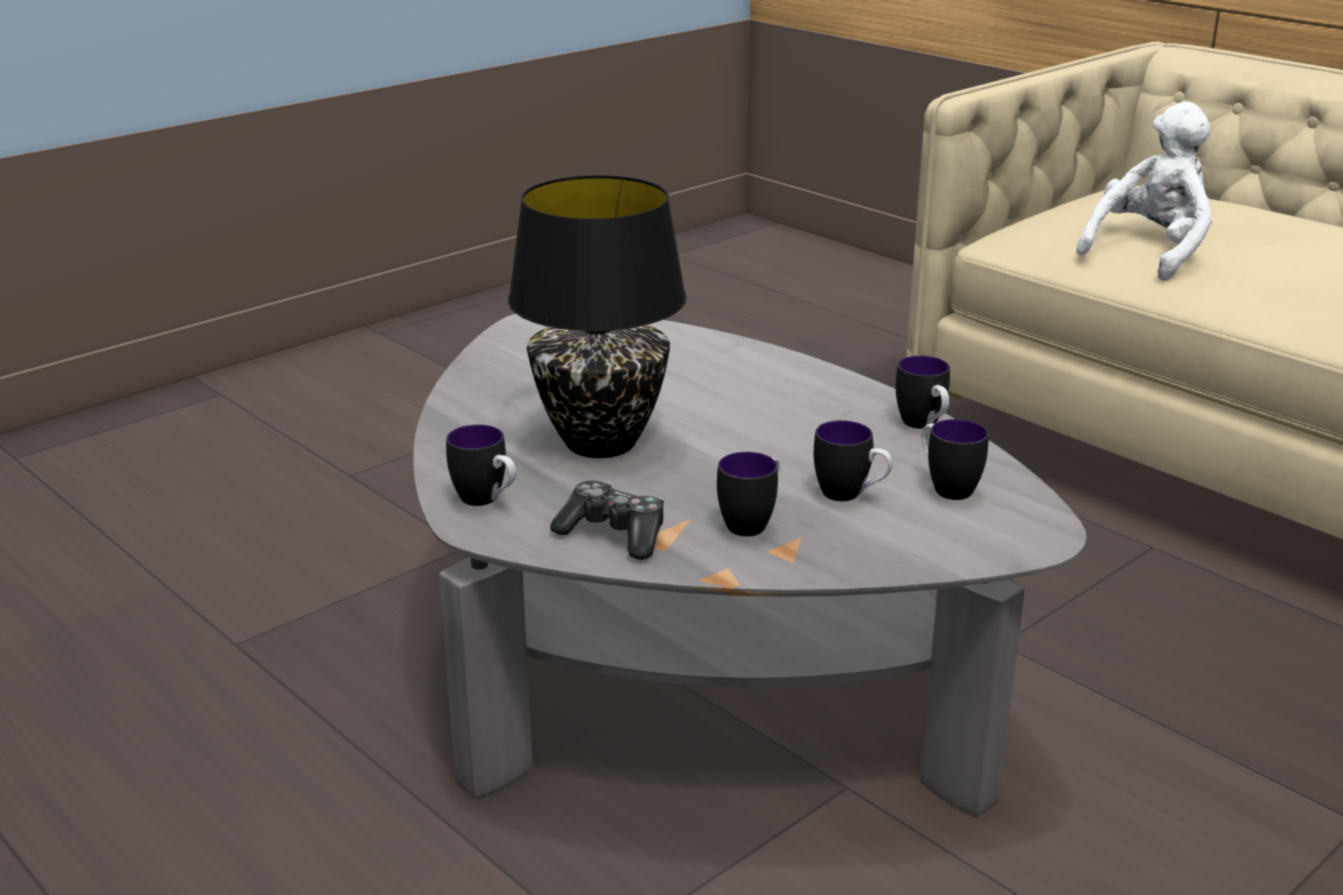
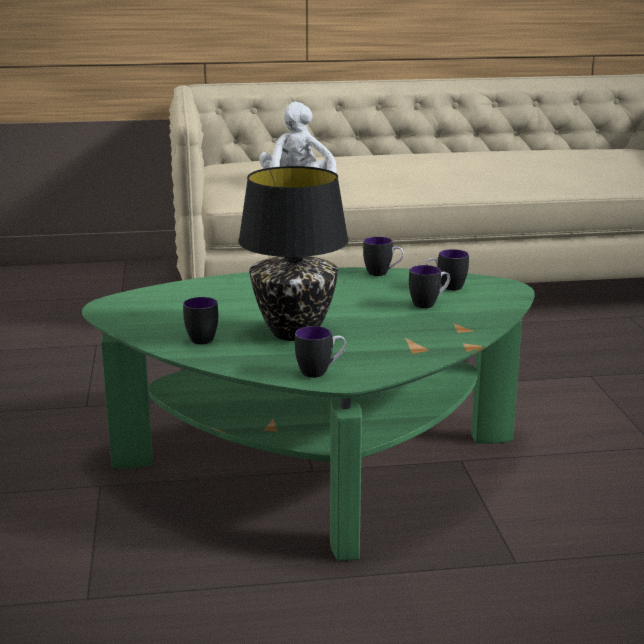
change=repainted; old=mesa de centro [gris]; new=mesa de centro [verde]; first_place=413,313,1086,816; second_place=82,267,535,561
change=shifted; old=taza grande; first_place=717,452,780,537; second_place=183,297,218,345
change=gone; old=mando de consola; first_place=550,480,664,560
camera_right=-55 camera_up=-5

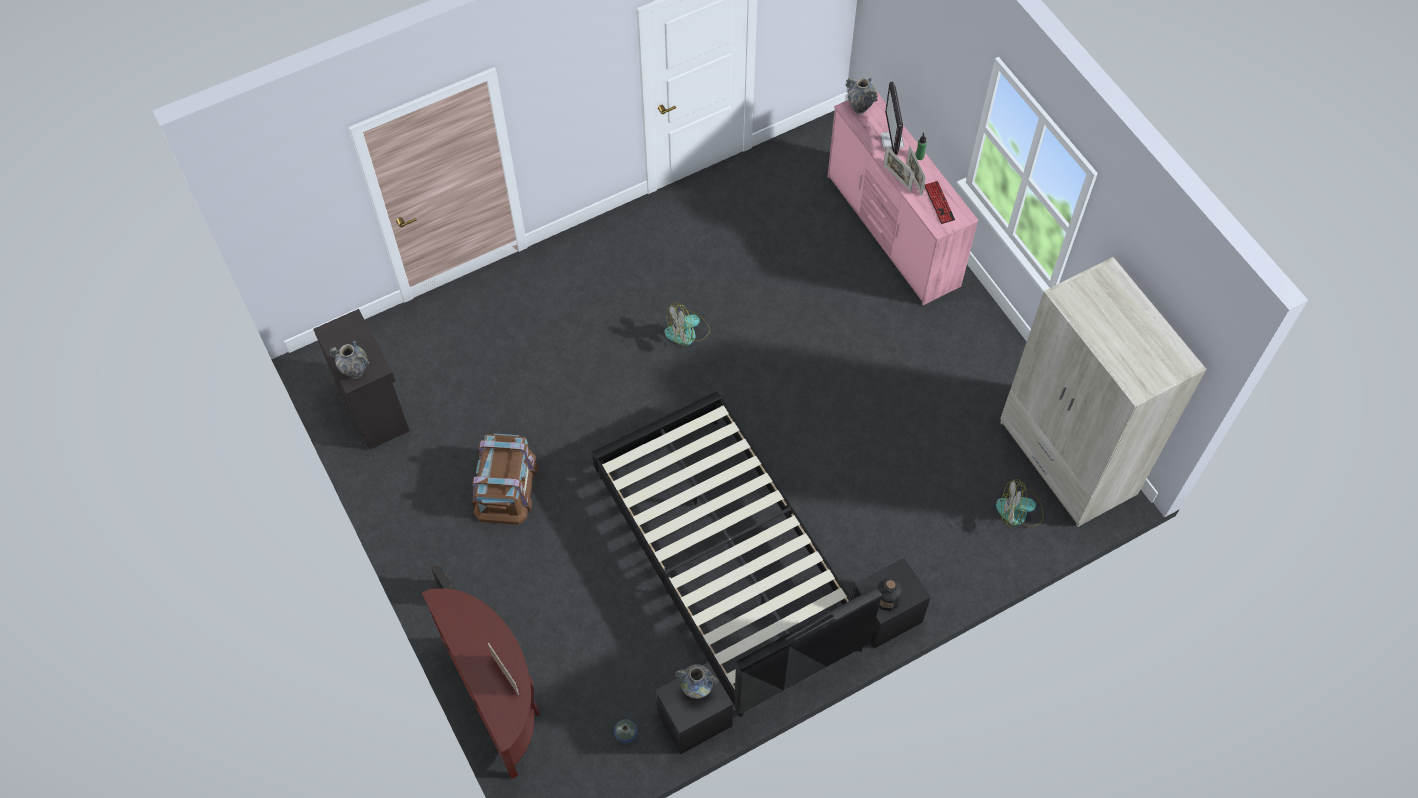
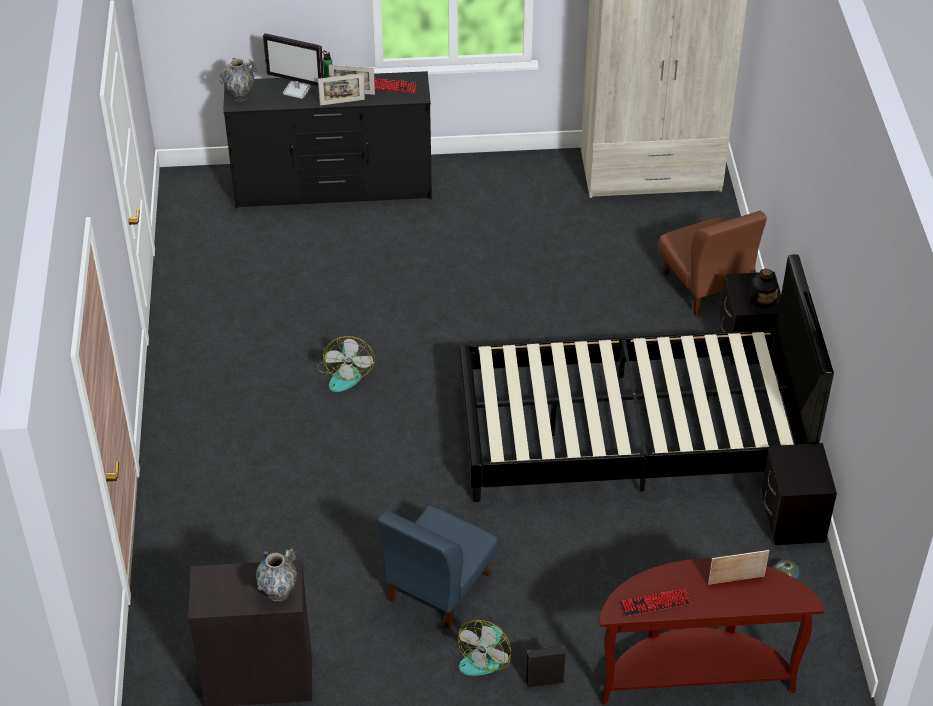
change=repainted; old=cómoda [rosa]; new=cómoda [negro]; first_place=828,91,978,305; second_place=223,71,432,208
change=swapped; old=caja de almacenaje [marrón]; new=silla [azul]; first_place=472,434,538,525; second_place=378,505,499,628
change=shifted; old=ventilador; first_place=996,479,1044,527; second_place=458,620,511,676
change=new; new=teclado; second_place=619,588,692,616
change=new; new=silla [marrón]; second_place=658,211,767,316
change=gone; old=florero; first_place=675,664,719,699
camera_right=-65 camera_up=-15

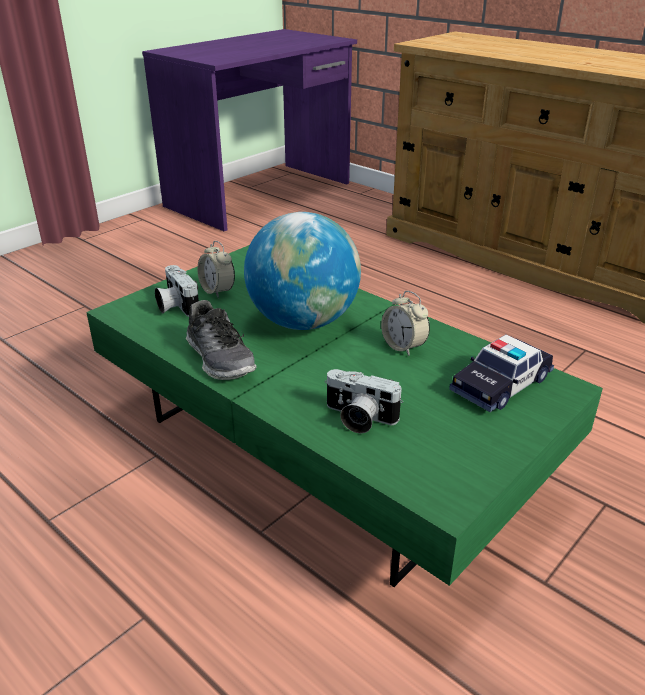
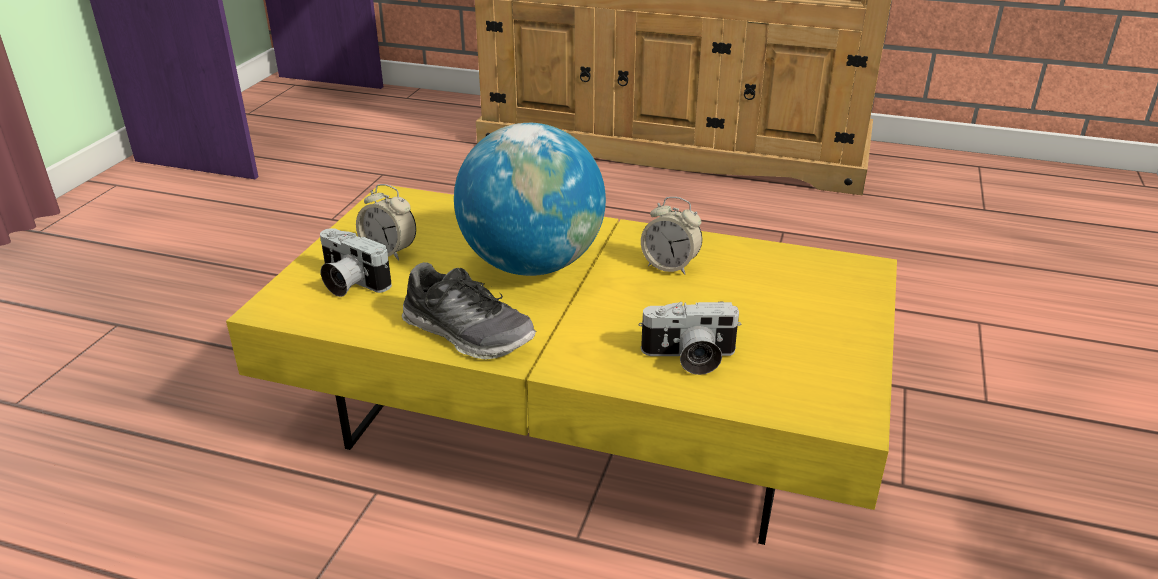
change=repainted; old=mesa de centro [verde]; new=mesa de centro [amarillo]; first_place=86,245,603,587; second_place=226,185,897,545
change=gone; old=coche de juguete; first_place=449,334,554,412
camera_right=-25 camera_up=0

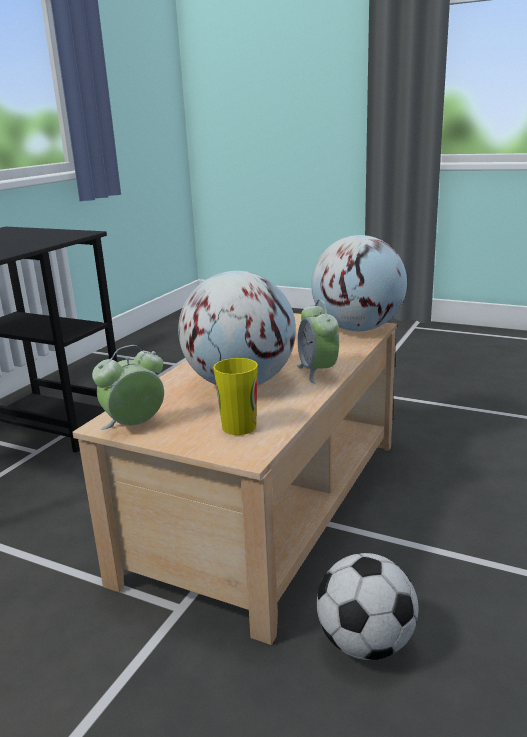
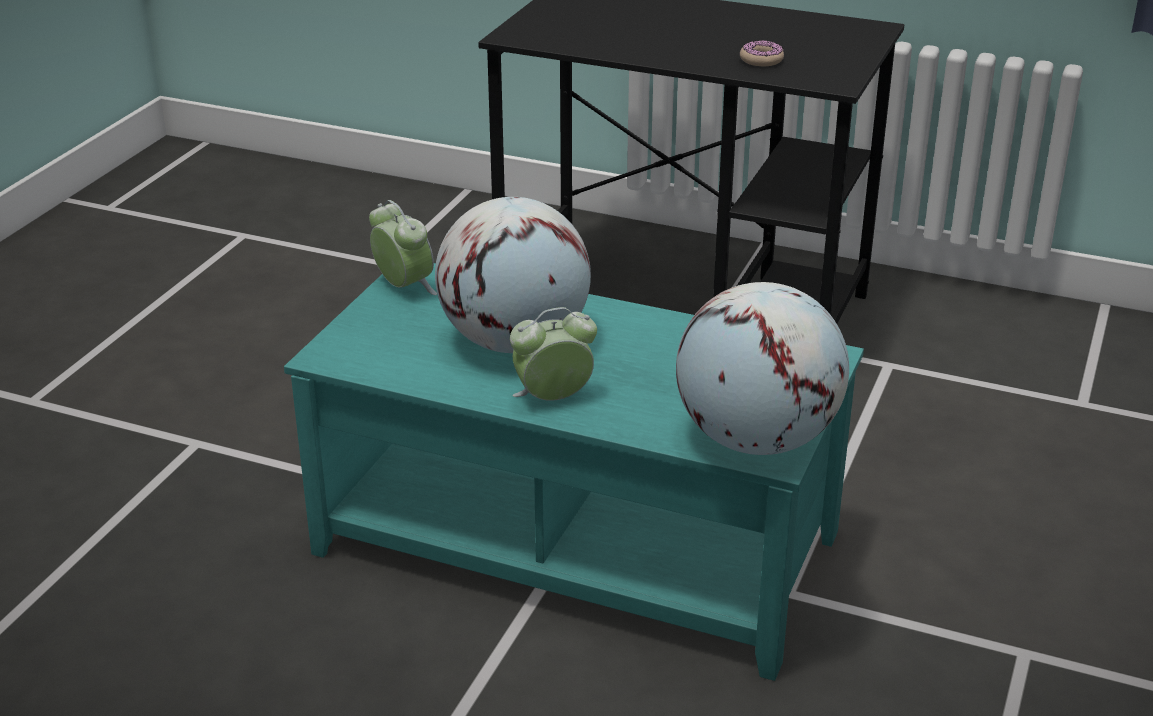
change=repainted; old=mesa de centro [beis]; new=mesa de centro [turquesa]; first_place=72,313,397,645; second_place=284,263,864,681
change=new; new=rosquilla; second_place=740,40,784,66
change=gone; old=taza; first_place=213,358,258,435
change=gone; old=balón de fútbol; first_place=317,553,418,660
camera_right=85 camera_up=10

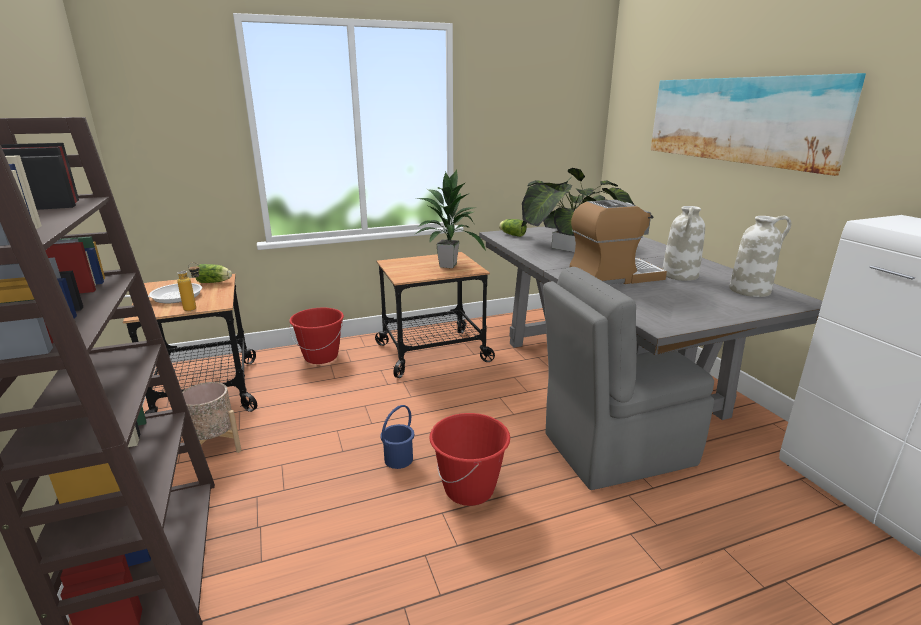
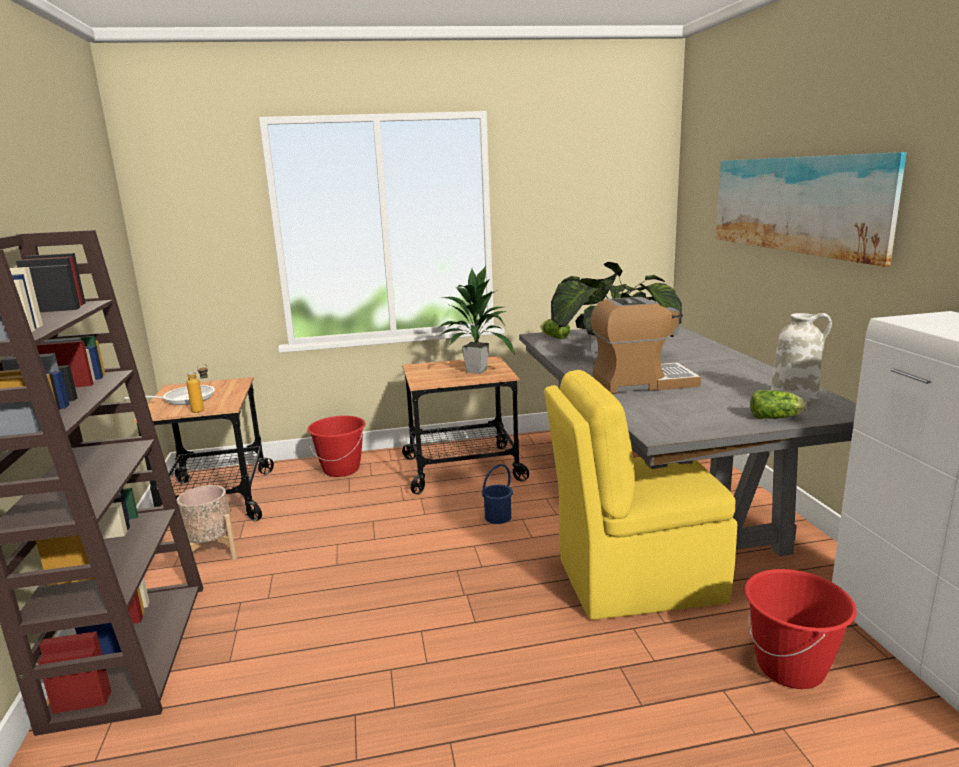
change=shifted; old=cubo [azul]; first_place=380,405,414,469; second_place=482,464,513,524
change=repainted; old=silla [gris]; new=silla [amarillo]; first_place=543,267,714,490; second_place=544,370,737,620
change=shifted; old=cubo [rojo]; first_place=429,413,510,506; second_place=745,569,857,689
change=shifted; old=lechuga; first_place=195,264,232,283; second_place=750,390,807,419
change=gone; old=florero [blanco]; first_place=662,206,705,281
camera_right=10 camera_up=-5

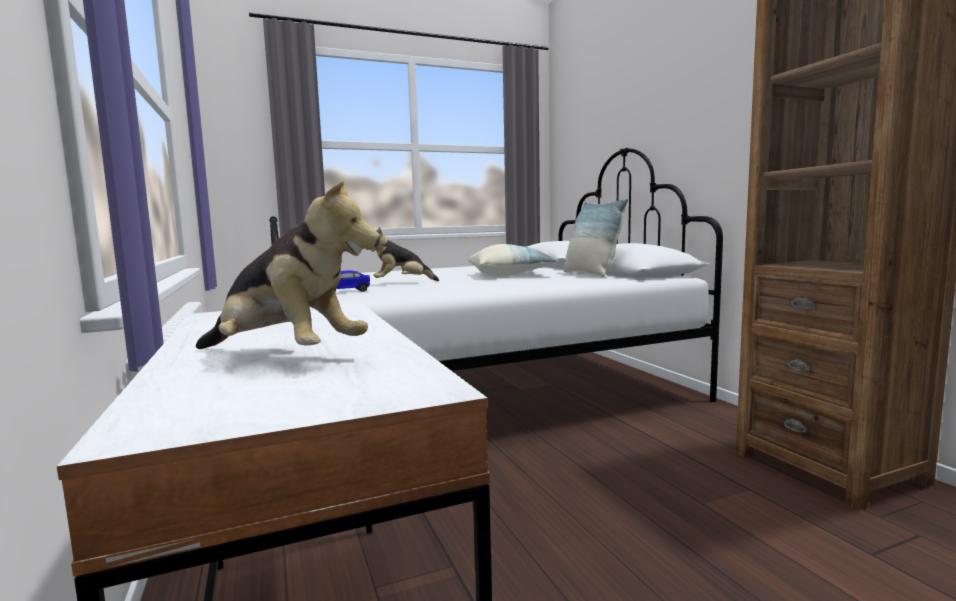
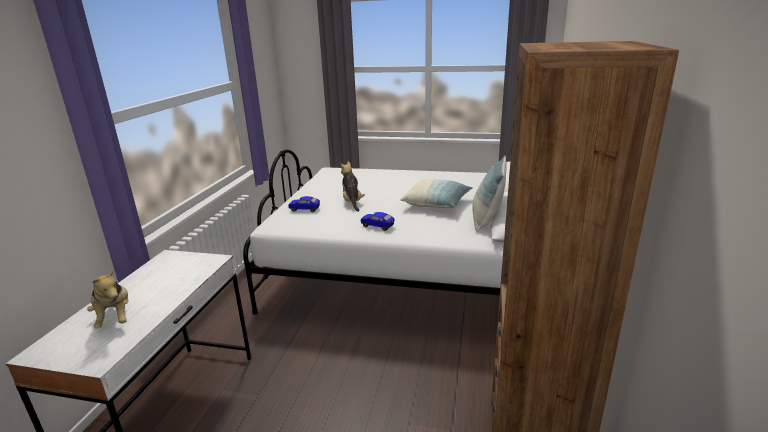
change=rotated; old=peluche; first_place=367,227,439,281; second_place=340,161,365,212; degrees=60
change=new; new=coche de juguete; second_place=361,212,394,231
camera_right=35 camera_up=15

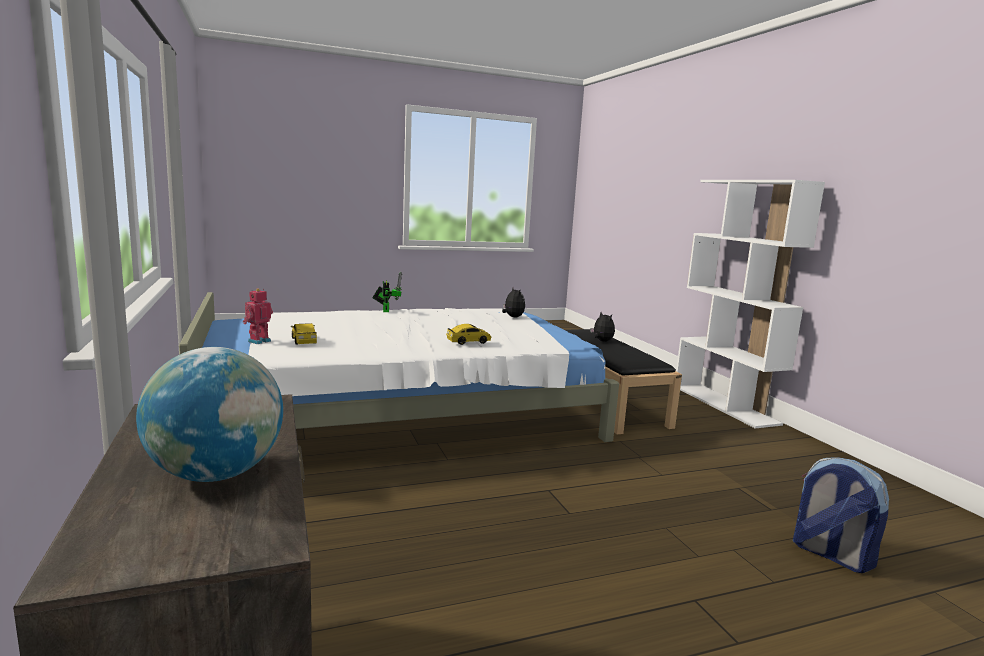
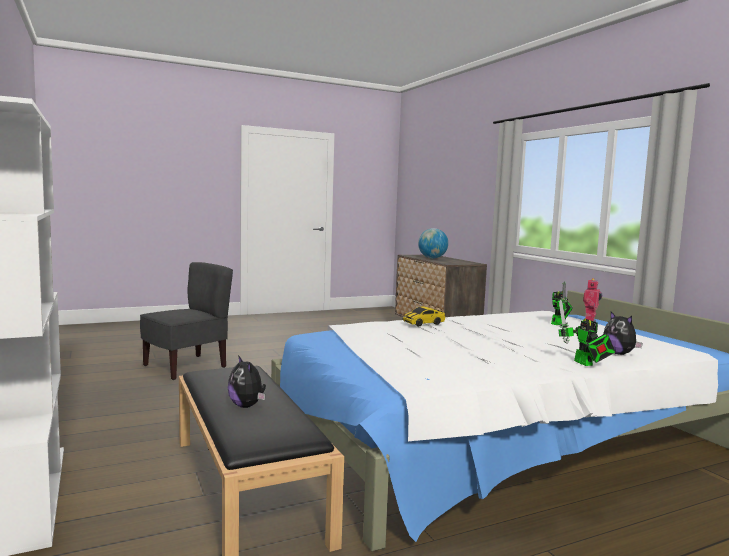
change=swapped; old=mochila; new=silla [gris]; first_place=793,457,889,573; second_place=140,262,233,380
change=swapped; old=coche de juguete; new=robot de juguete; first_place=291,323,317,345; second_place=551,281,573,325
change=shifted; old=peluche; first_place=502,287,525,317; second_place=603,312,643,355
camera_right=175 camera_up=-5

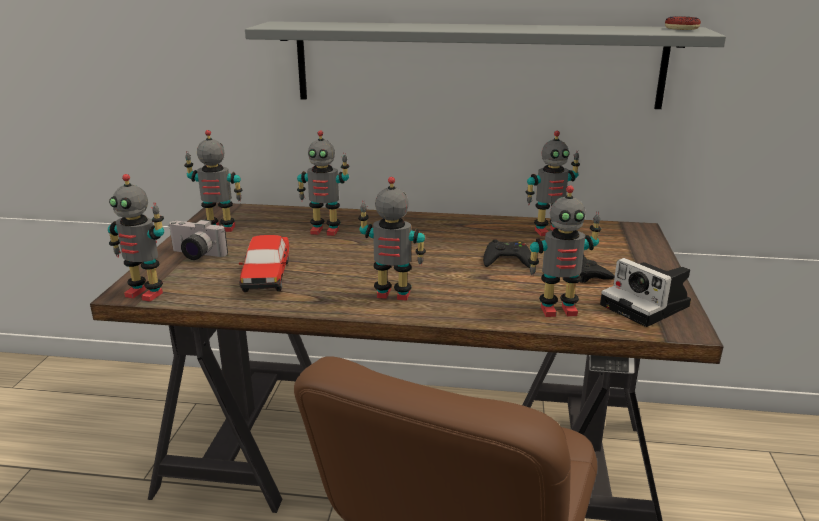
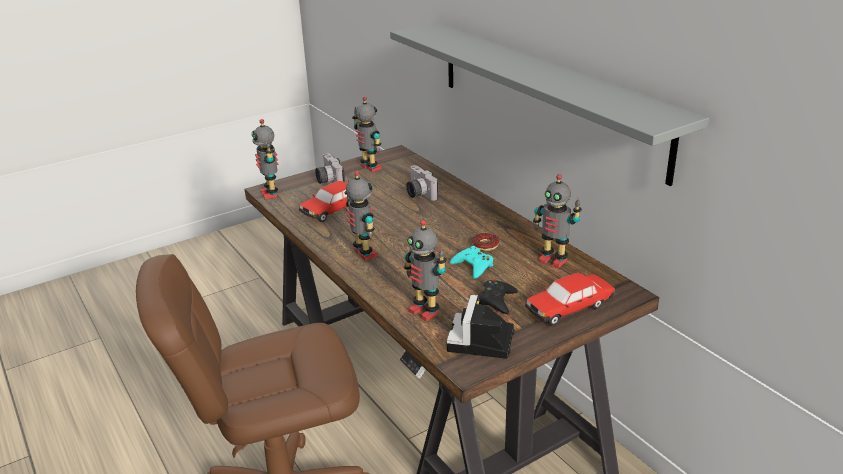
change=swapped; old=robot de juguete; new=cámara; first_place=297,130,349,236; second_place=406,165,439,201
change=repainted; old=mando de consola [negro]; new=mando de consola [turquesa]; first_place=483,239,531,268; second_place=450,246,493,279
change=shifted; old=rosquilla; first_place=665,16,701,30; second_place=472,233,499,251
change=new; new=coche de juguete; second_place=525,273,615,326
camera_right=50 camera_up=5

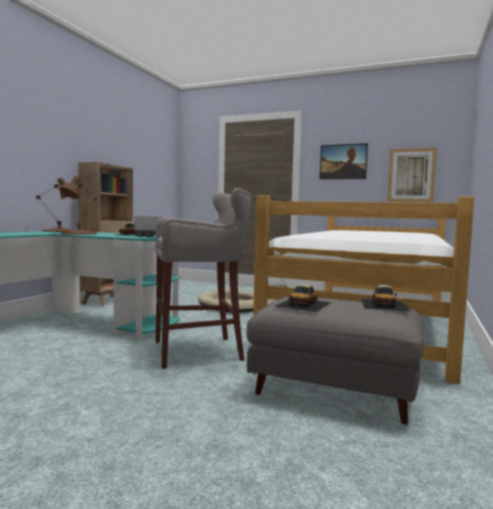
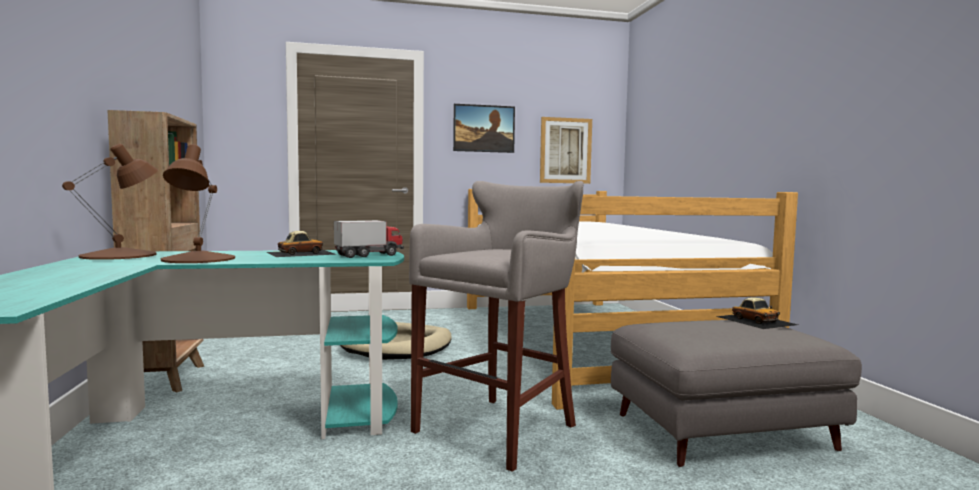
change=gone; old=coche de juguete; first_place=275,284,332,312
camera_right=-35 camera_up=0

